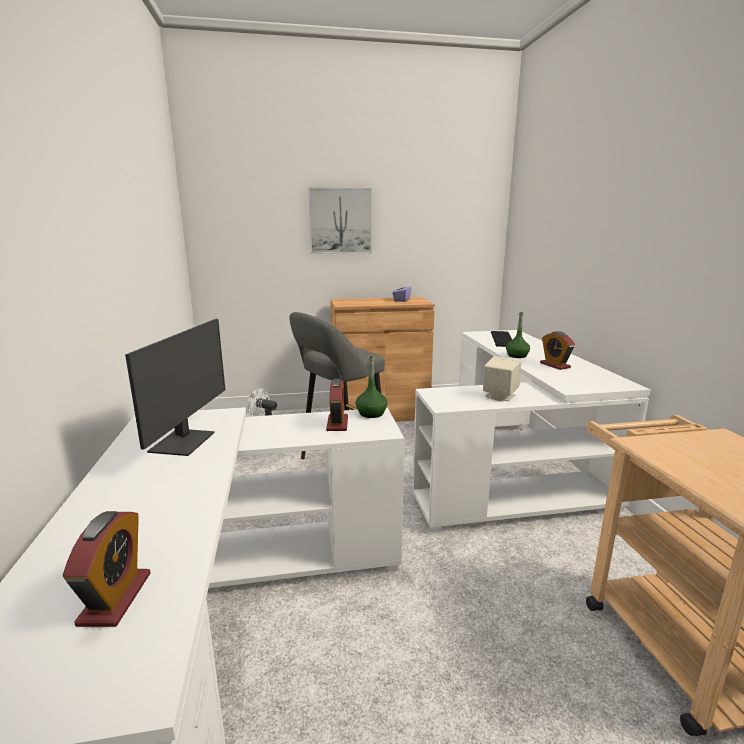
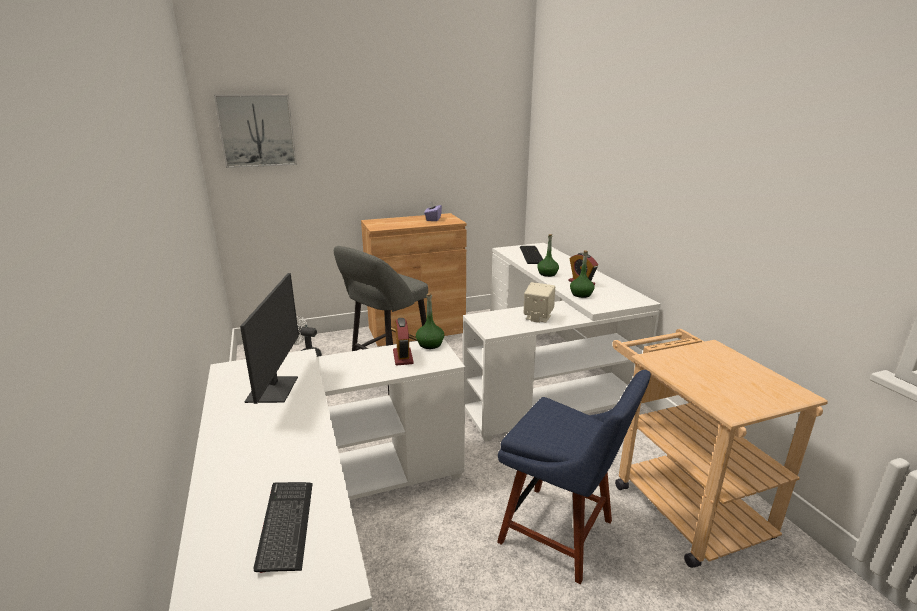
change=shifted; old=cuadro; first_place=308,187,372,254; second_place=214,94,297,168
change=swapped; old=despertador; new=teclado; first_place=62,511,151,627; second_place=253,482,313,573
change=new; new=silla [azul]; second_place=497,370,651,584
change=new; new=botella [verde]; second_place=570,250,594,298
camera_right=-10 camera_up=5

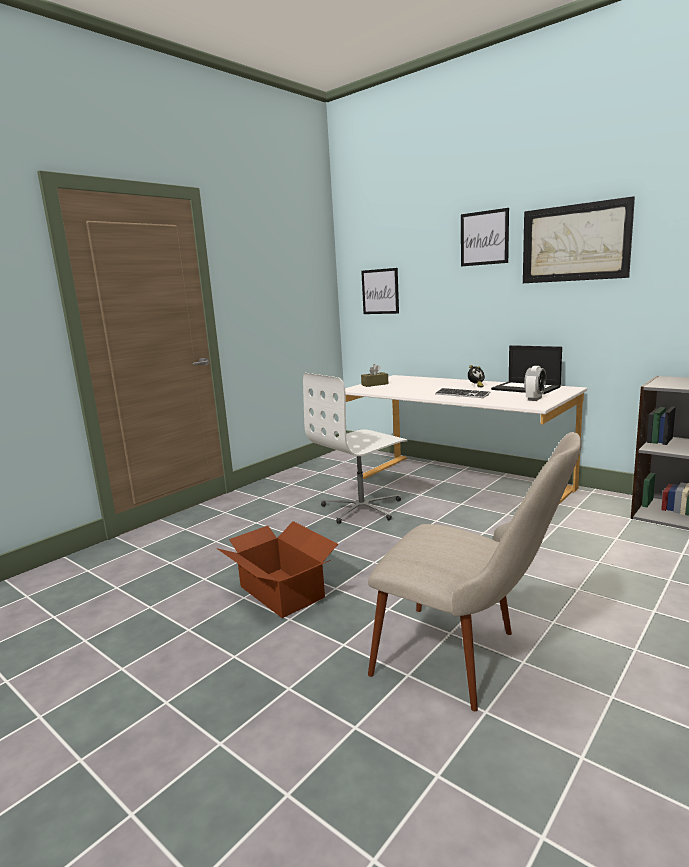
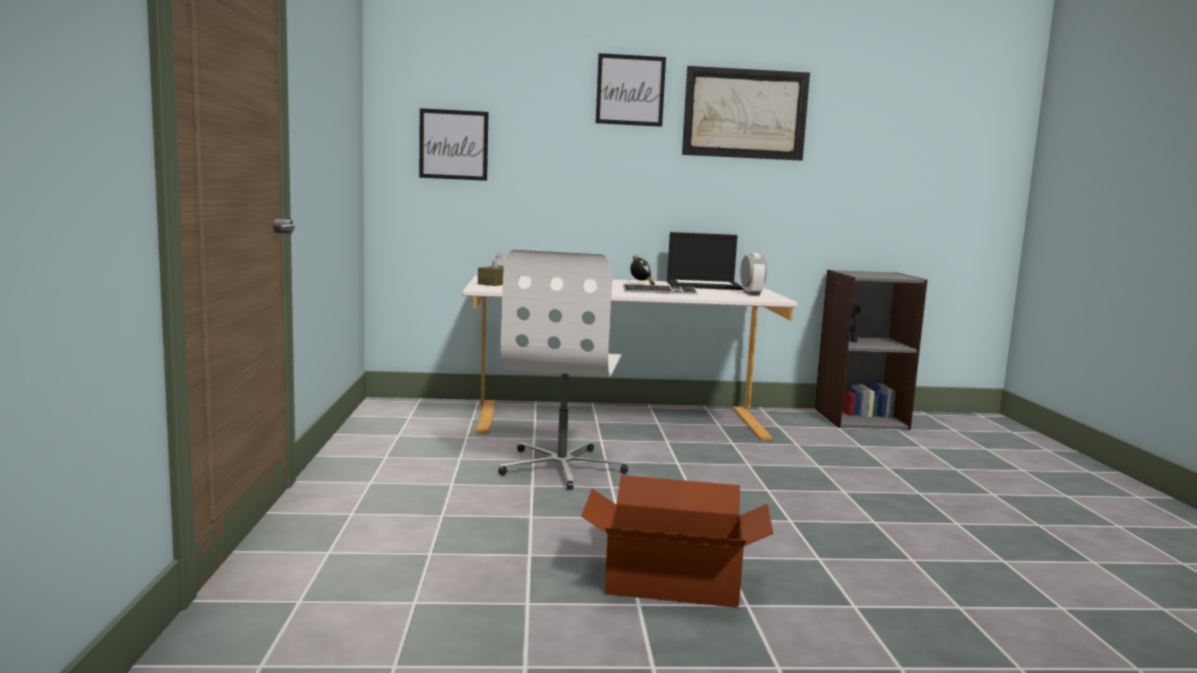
change=gone; old=silla [beis]; first_place=368,432,582,711
camera_right=-45 camera_up=-5

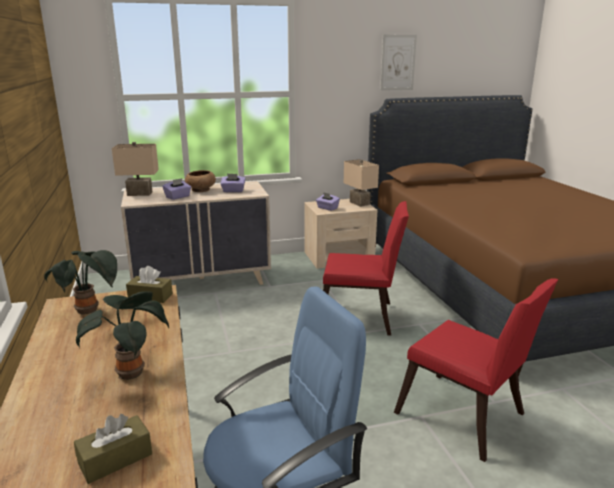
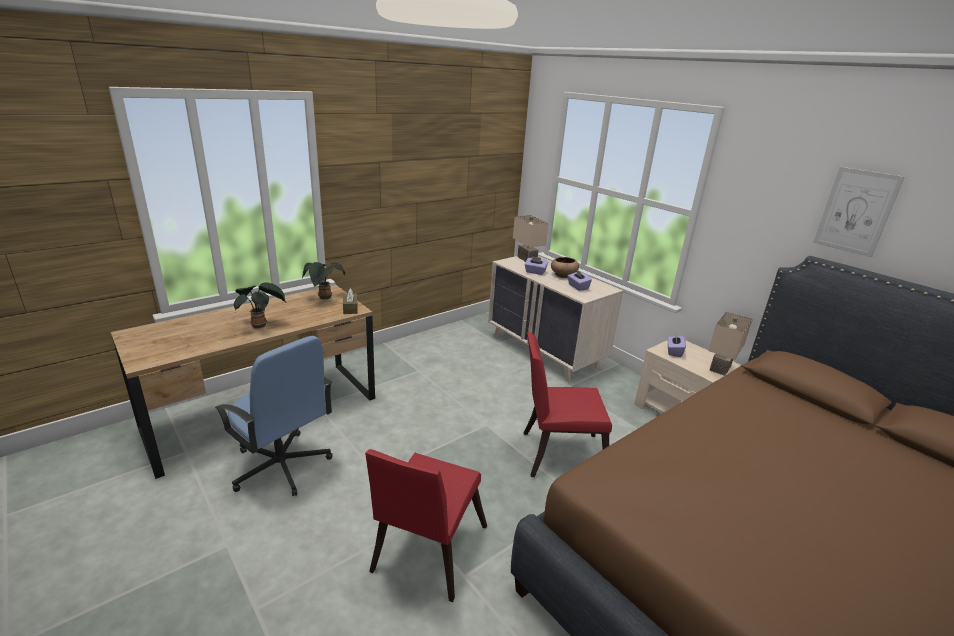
change=rotated; old=silla [rojo]; first_place=323,201,409,336; second_place=524,332,612,477; degrees=105
change=gone; old=caja de pañuelos [marrón]; first_place=74,414,152,484
camera_right=65 camera_up=5

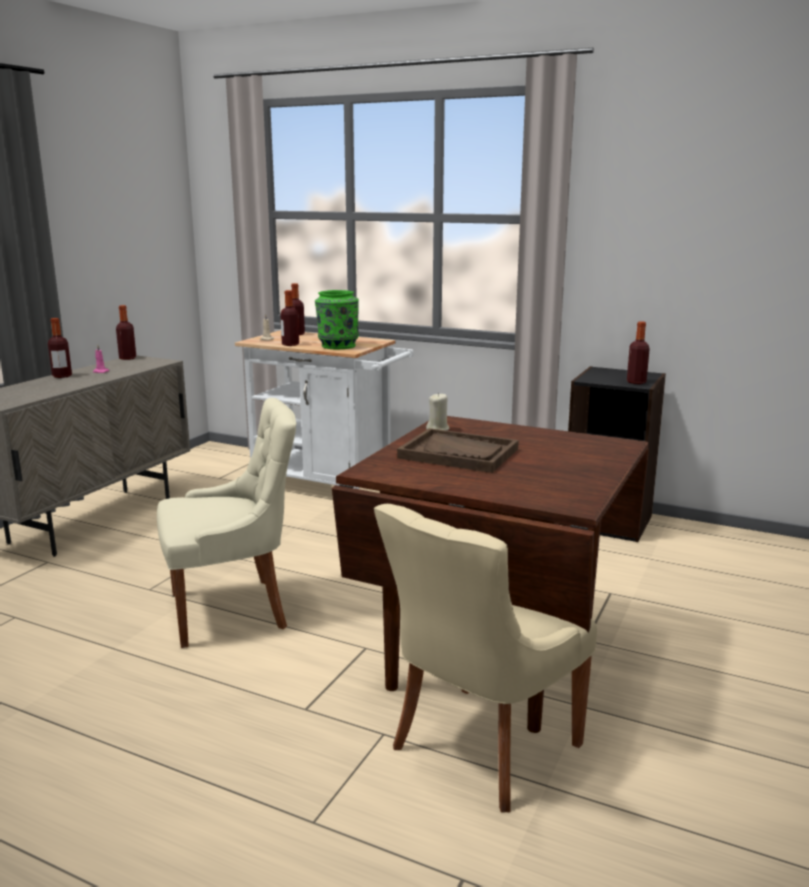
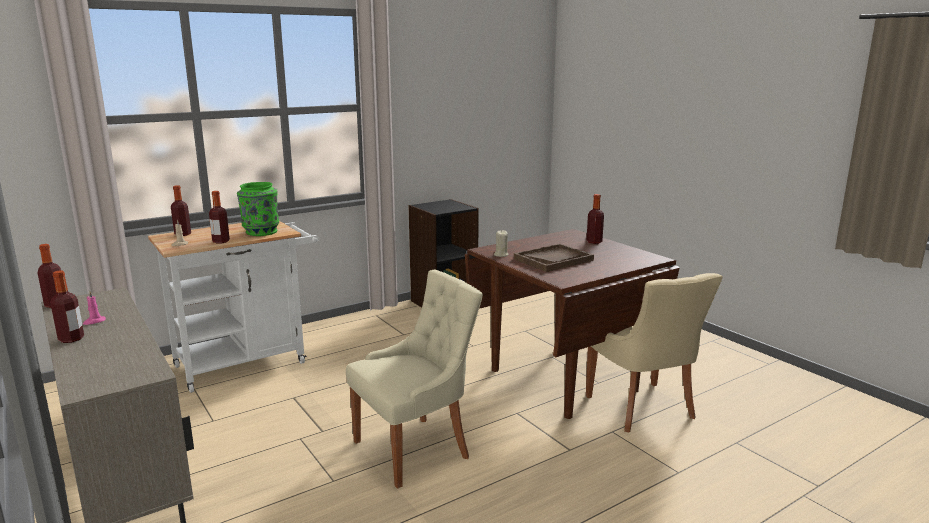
change=rotated; old=silla [beis]; first_place=157,398,297,648; second_place=346,270,483,489; degrees=45
change=shifted; old=botella; first_place=627,321,650,384; second_place=587,194,604,244
camera_right=-60 camera_up=0

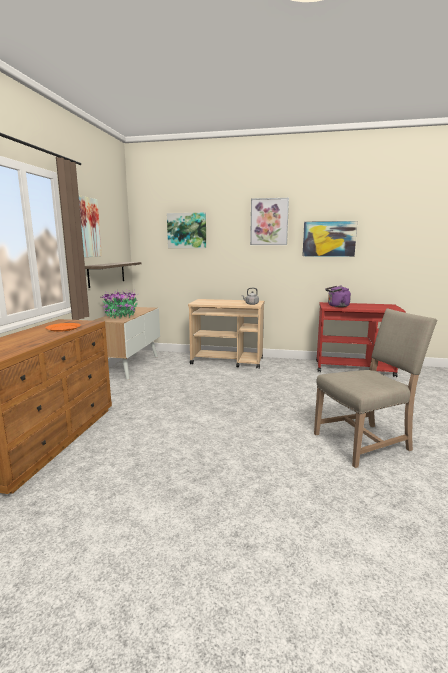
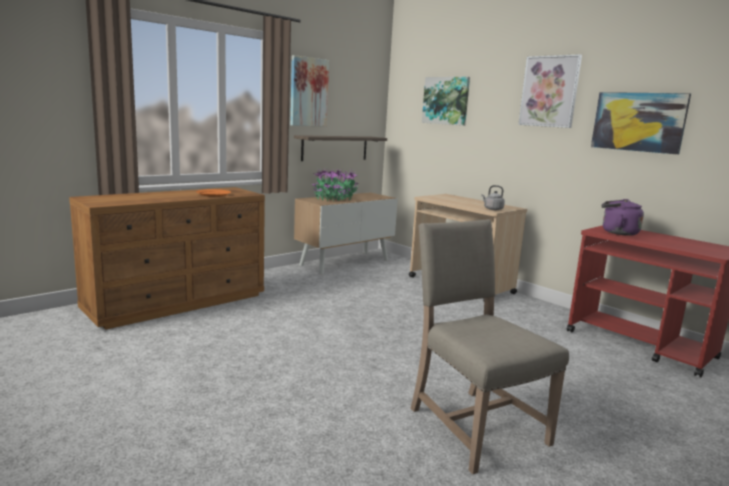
change=rotated; old=silla [beis]; first_place=314,308,437,468; second_place=410,219,569,474; degrees=-135
camera_right=35 camera_up=0

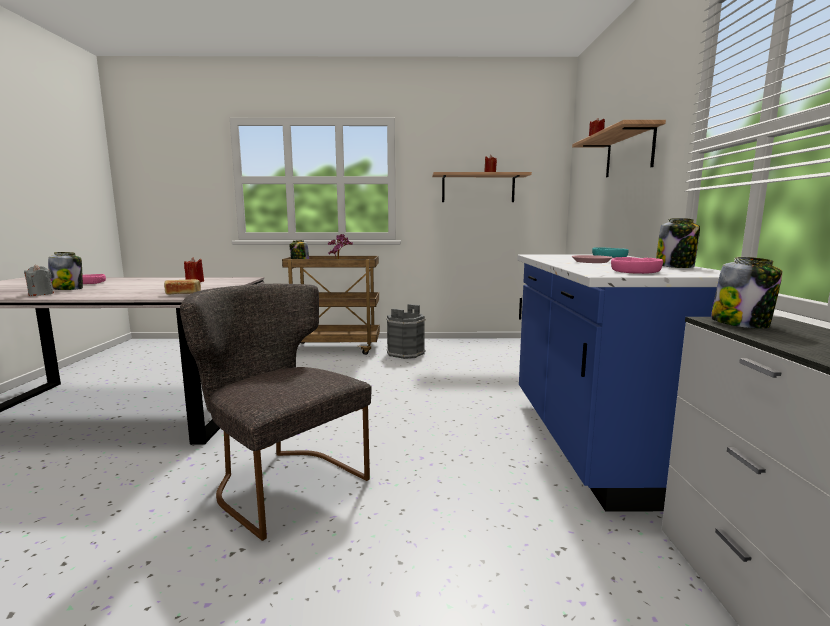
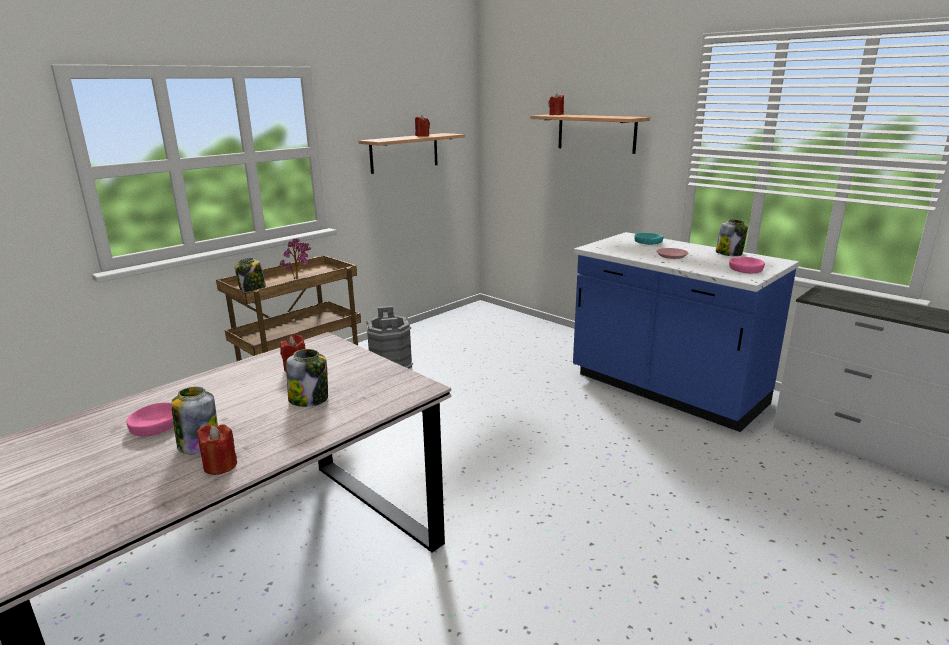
change=repainted; old=vela [gris]; new=vela [rojo]; first_place=24,265,54,296; second_place=197,424,237,475
change=shifted; old=tarro; first_place=711,257,783,329; second_place=286,349,328,407
change=gone; old=pan; first_place=164,279,201,294
change=gone; old=silla [gris]; first_place=180,284,372,541
camera_right=-45 camera_up=10

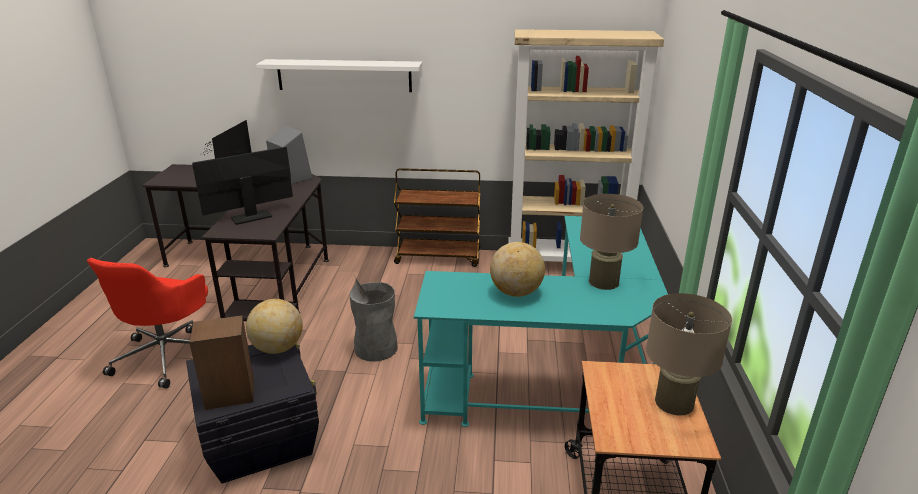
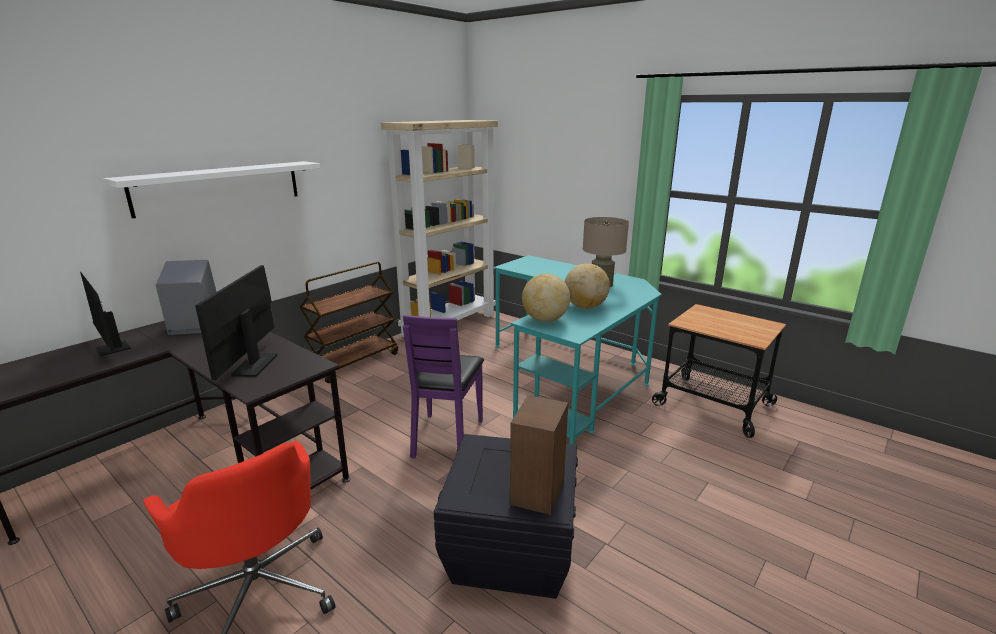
change=swapped; old=papelera [gris]; new=silla [morado]; first_place=350,277,398,362; second_place=403,315,484,459
change=shifted; old=globo terráqueo; first_place=246,299,303,354; second_place=522,274,570,322
change=gone; old=lámpara de mesa [beis]; first_place=646,293,732,415
camera_right=-55 camera_up=-5

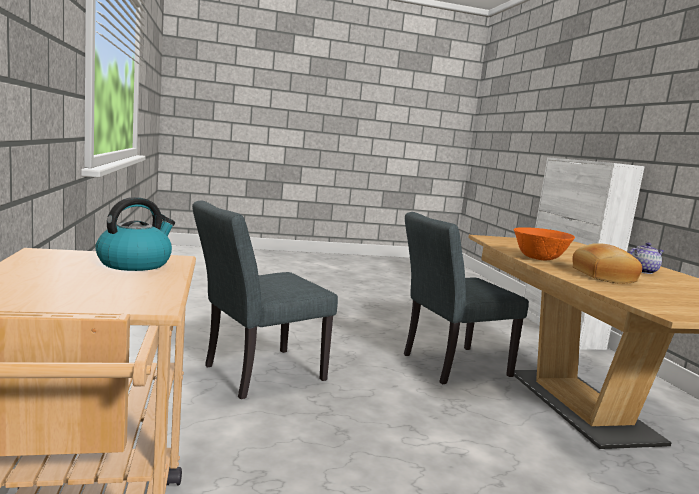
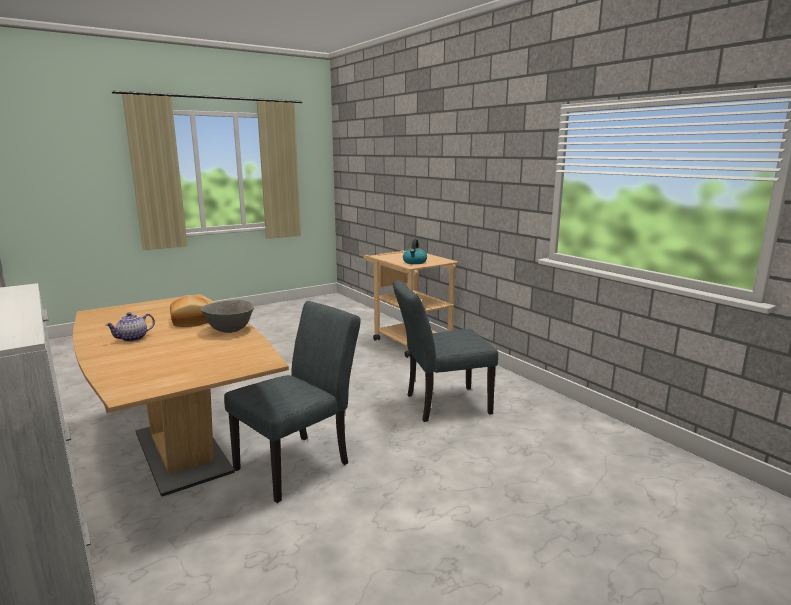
change=repainted; old=cuenco [naranja]; new=cuenco [gris]; first_place=514,227,575,260; second_place=201,300,255,333
change=rotated; old=silla [gris]; first_place=192,200,338,399; second_place=393,280,498,422; degrees=-135
camera_right=160 camera_up=5

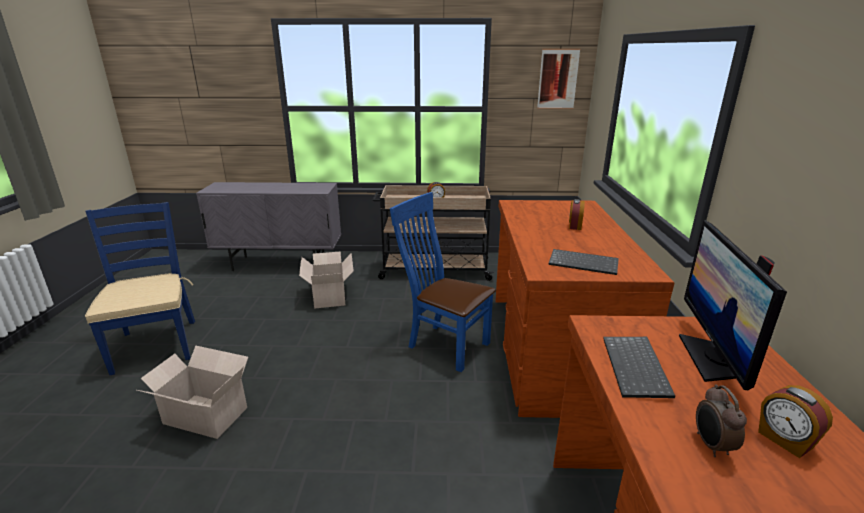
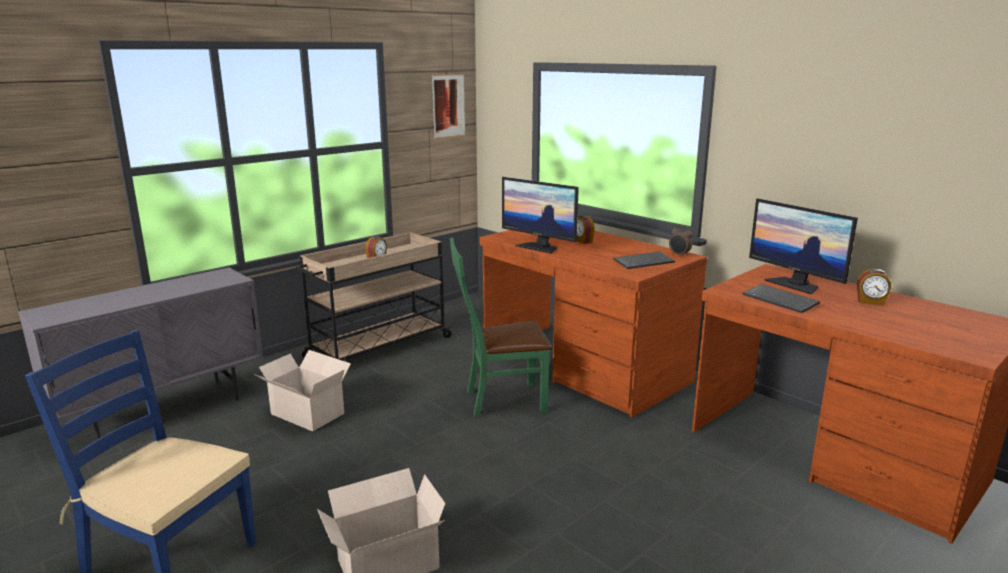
change=repainted; old=silla [azul]; new=silla [verde]; first_place=390,192,496,372; second_place=450,238,552,416
change=new; new=monitor; second_place=502,177,579,254
change=shifted; old=despertador; first_place=696,384,747,457; second_place=669,225,693,257
camera_right=-45 camera_up=-5

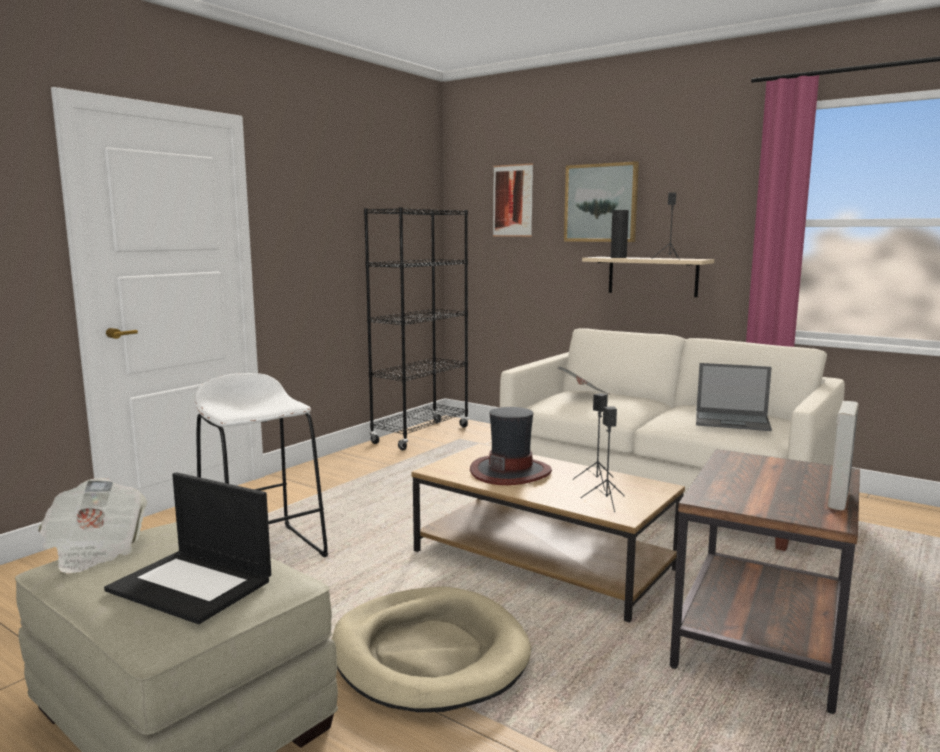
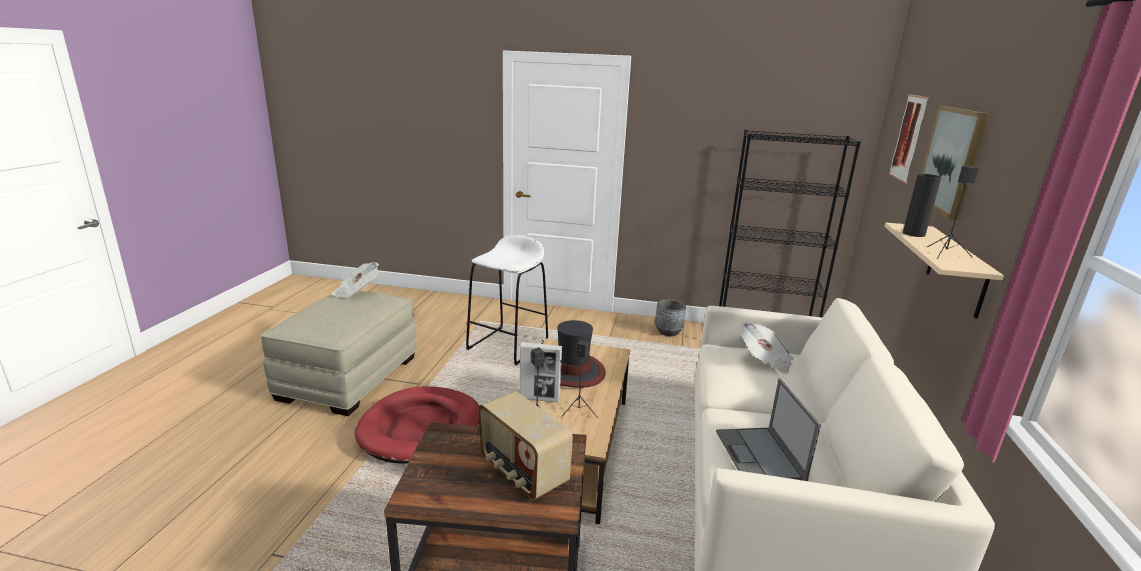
change=repainted; old=cama para perro [beis]; new=cama para perro [rojo]; first_place=332,587,531,712; second_place=354,386,479,464
change=new; new=radio; second_place=478,391,573,500
change=shifted; old=portarretratos; first_place=827,401,859,511; second_place=520,342,562,403
change=new; new=maceta [gris]; second_place=655,299,686,336
change=gone; old=portátil; first_place=104,472,271,624
camera_right=65 camera_up=10

